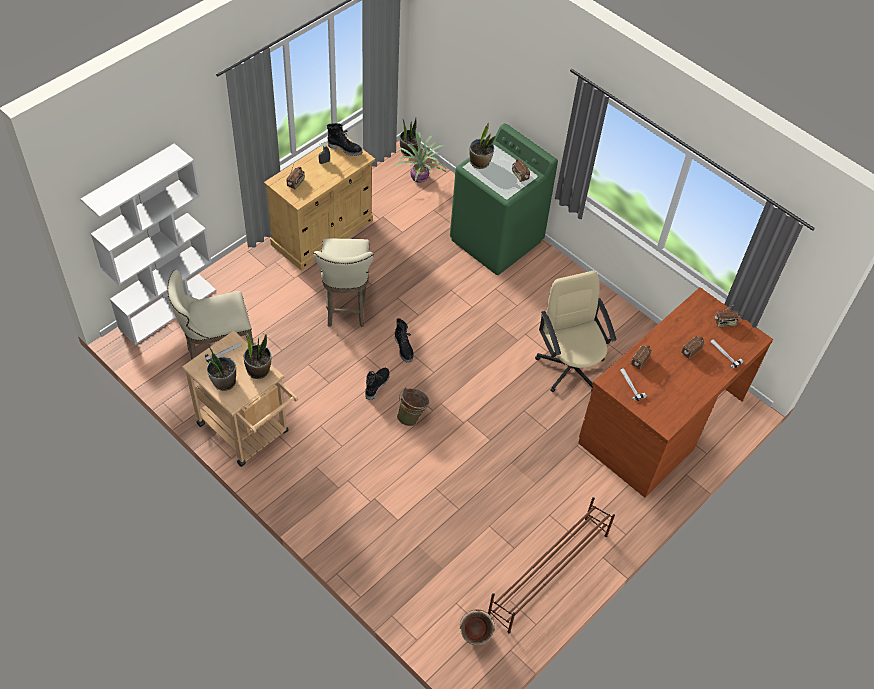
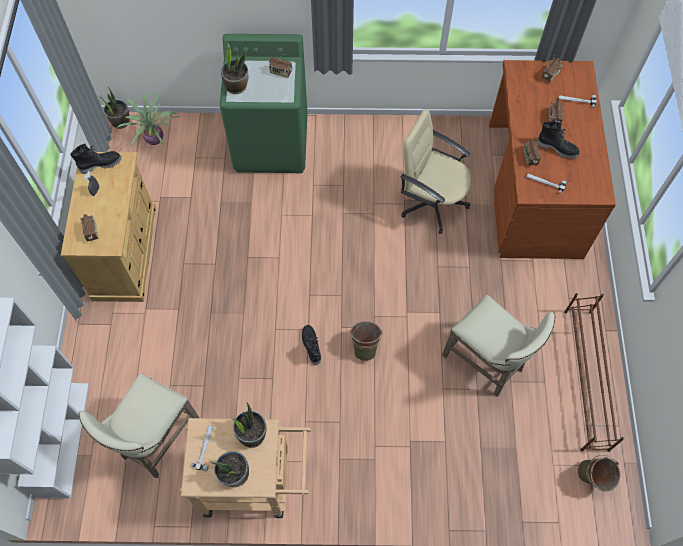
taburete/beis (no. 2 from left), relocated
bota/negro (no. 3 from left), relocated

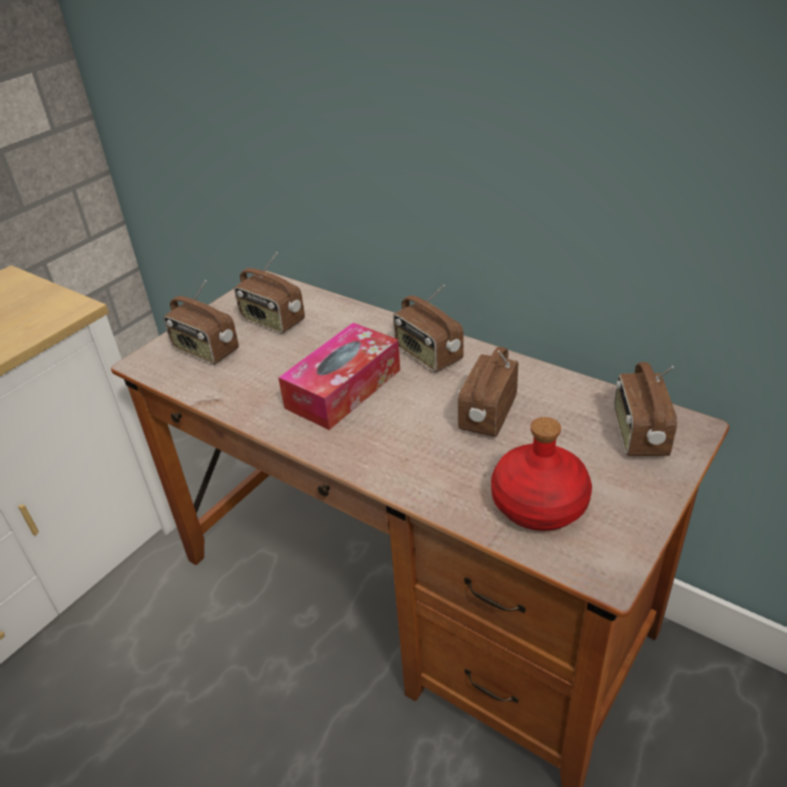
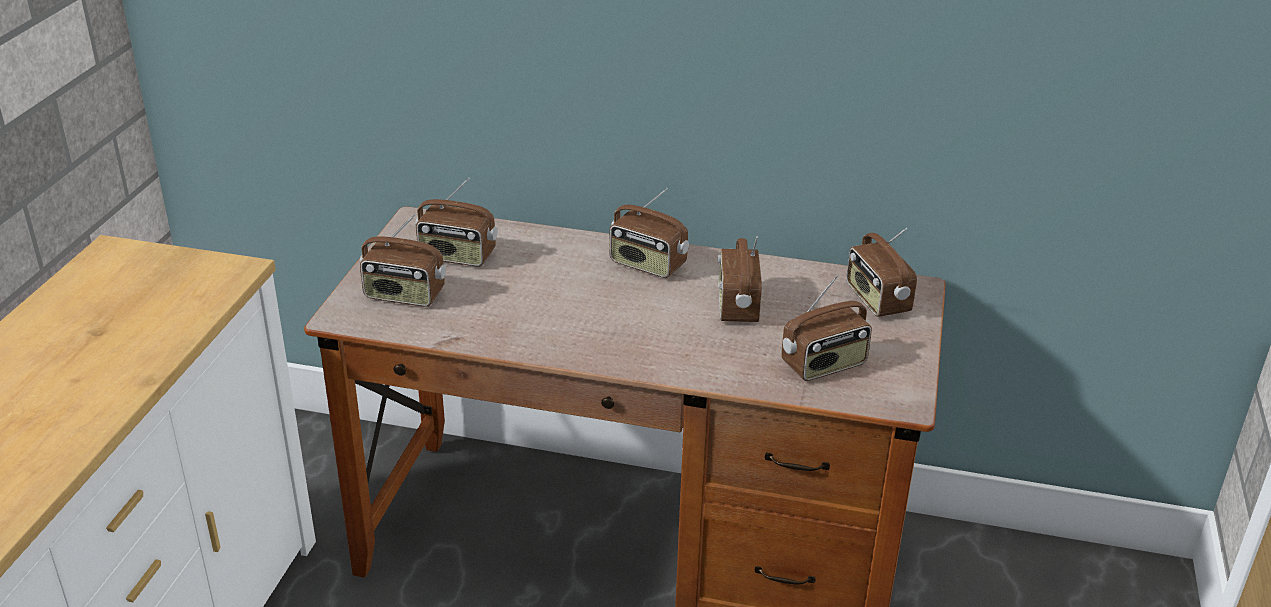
caja de pañuelos → -
botella/rojo → radio (no. 5 from left)

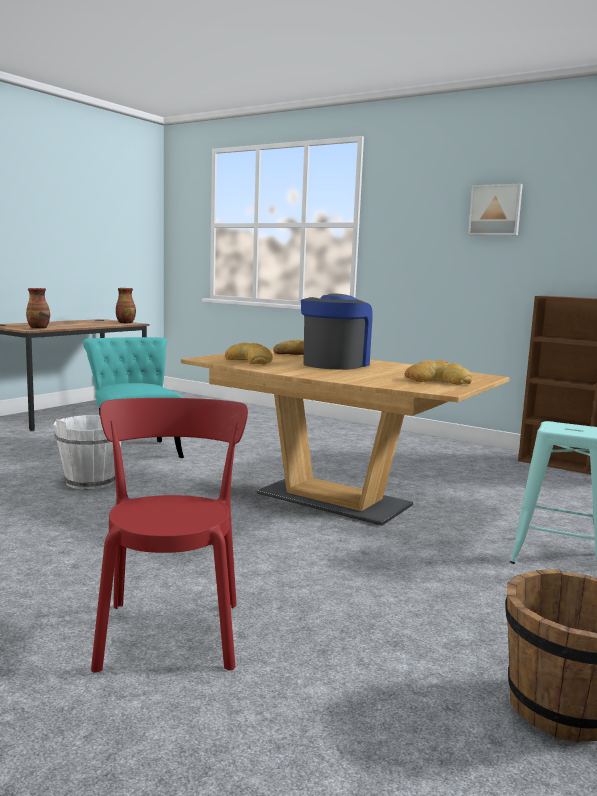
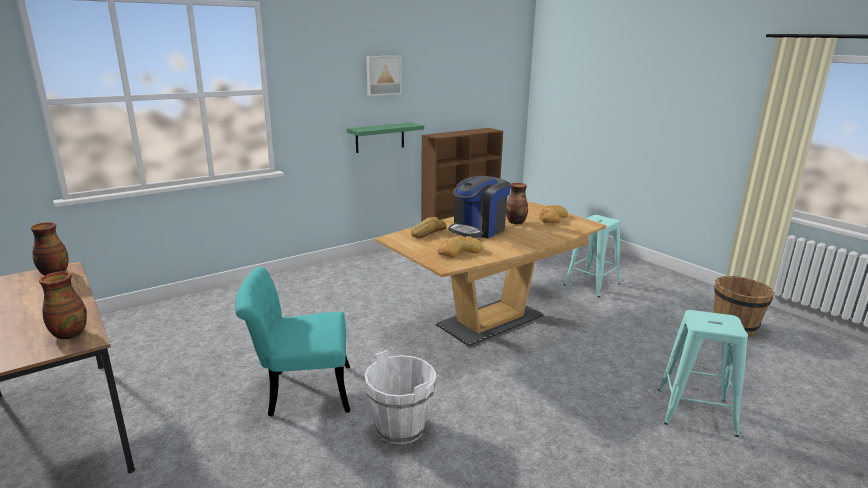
- → estante/verde
- → florero (no. 3 from left)
silla/rojo → taburete/turquesa (no. 2 from left)
cafetera, 90 degrees counterclockwise

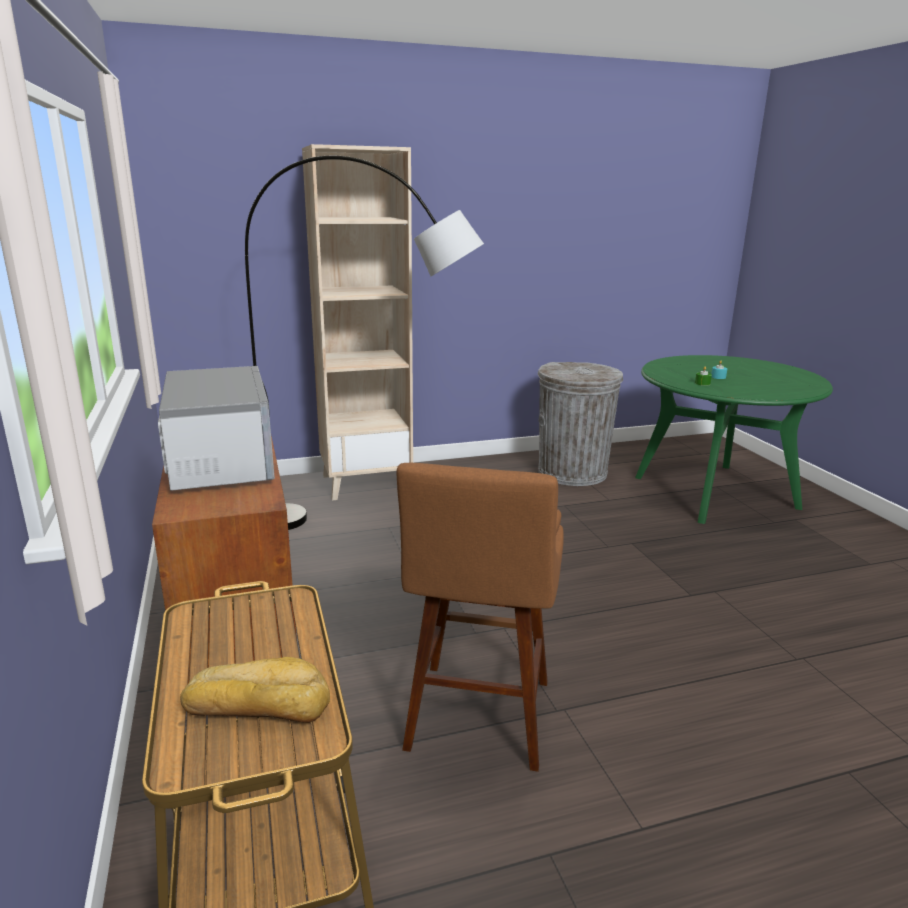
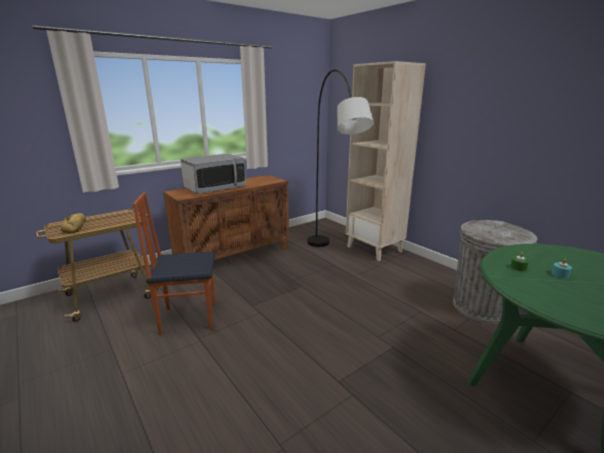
taburete/marrón → silla

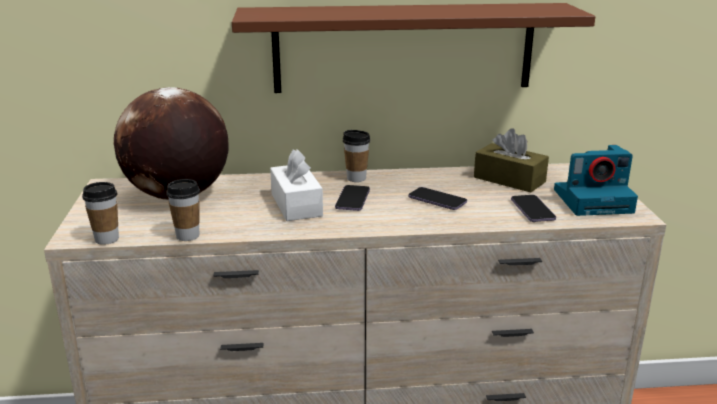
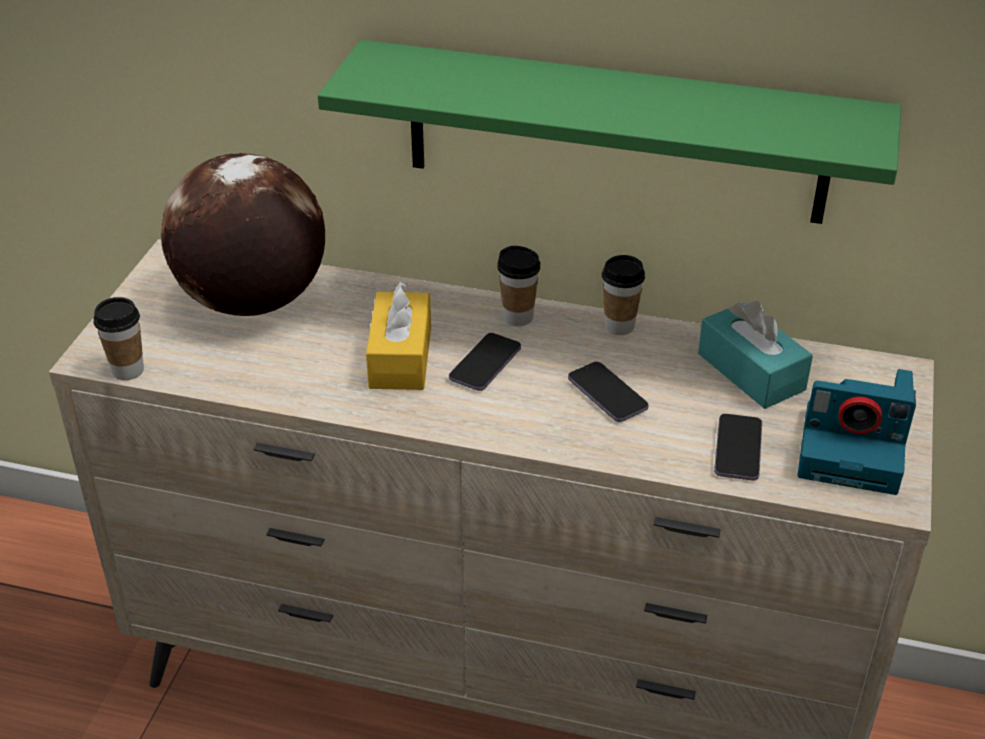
taza (no. 2 from left in the first image) → taza (no. 3 from left), relocated
estante/marrón → estante/verde
caja de pañuelos/blanco → caja de pañuelos/amarillo
caja de pañuelos/marrón → caja de pañuelos/turquesa

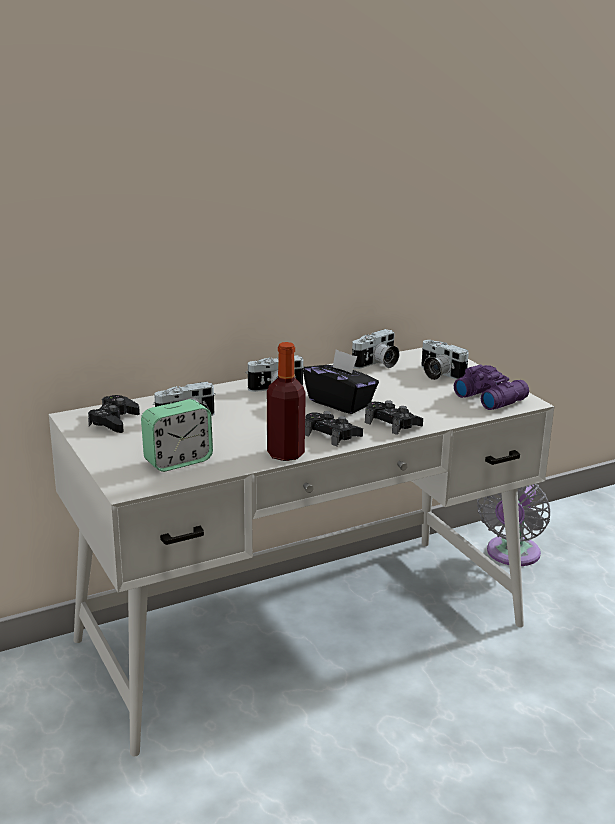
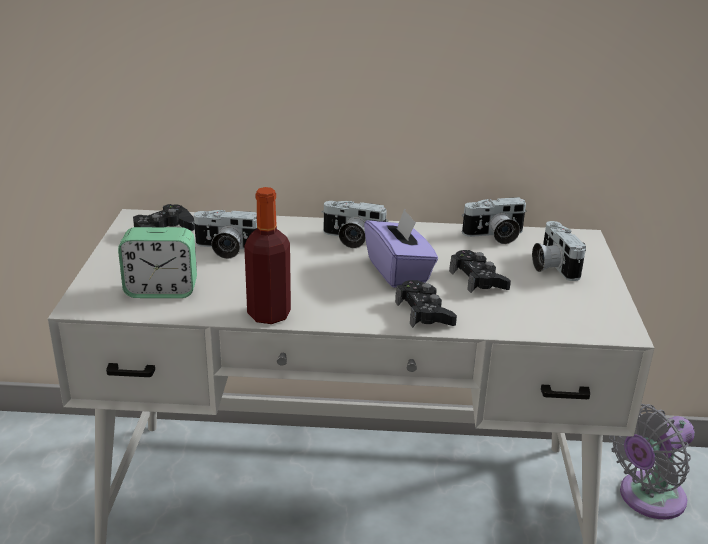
prismáticos/morado → -
mando de consola/negro (no. 2 from left in the first image) → mando de consola/negro (no. 3 from left), relocated
caja de pañuelos/negro → caja de pañuelos/morado

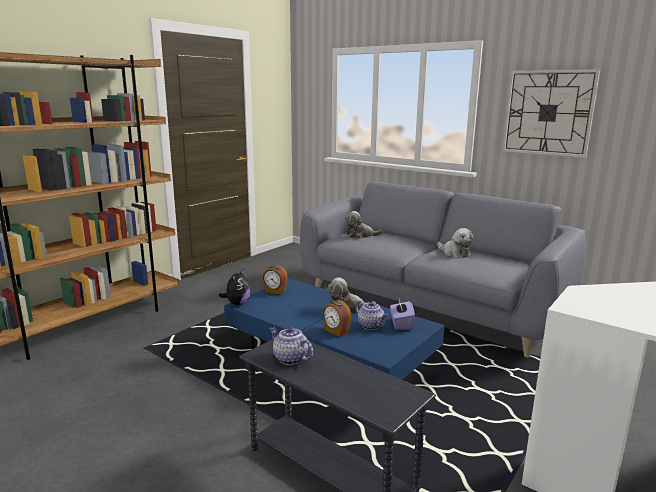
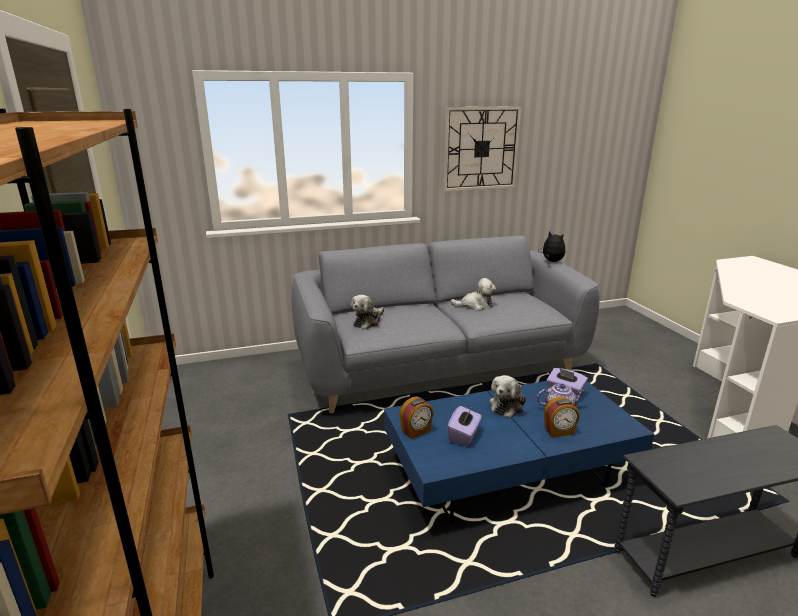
tetera (no. 1 from left) → -
- → caja de pañuelos/morado (no. 1 from left)
peluche (no. 1 from left in the first image) → peluche (no. 4 from left), relocated

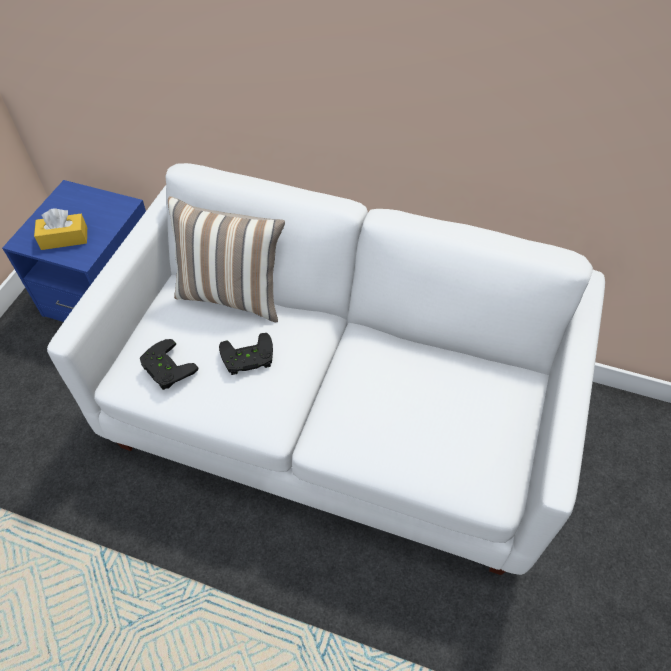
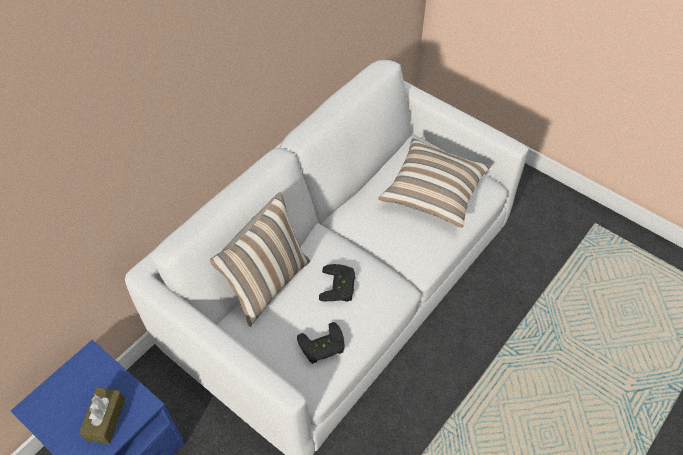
- → cojín (no. 2 from left)
caja de pañuelos/amarillo → caja de pañuelos/marrón

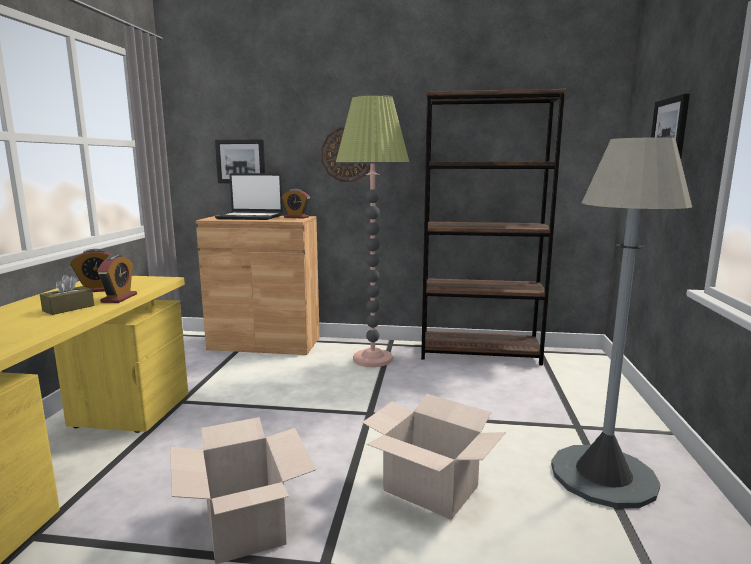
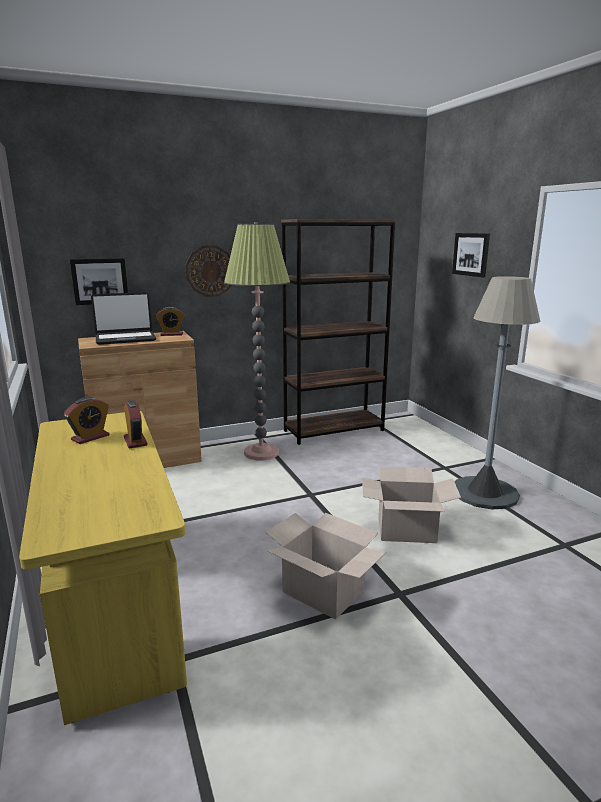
caja de pañuelos/marrón → -

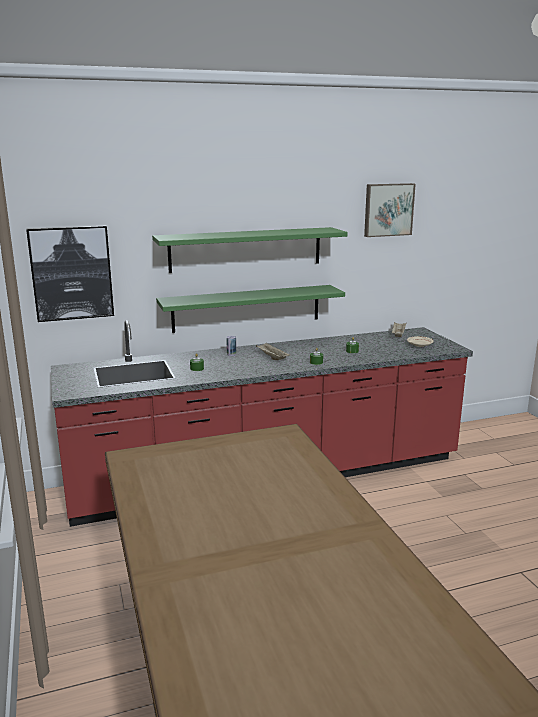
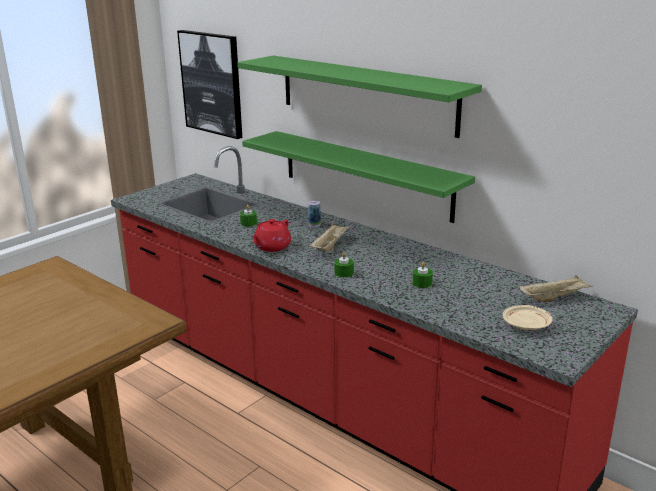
cuadro (no. 2 from left) → -
- → tetera/rojo

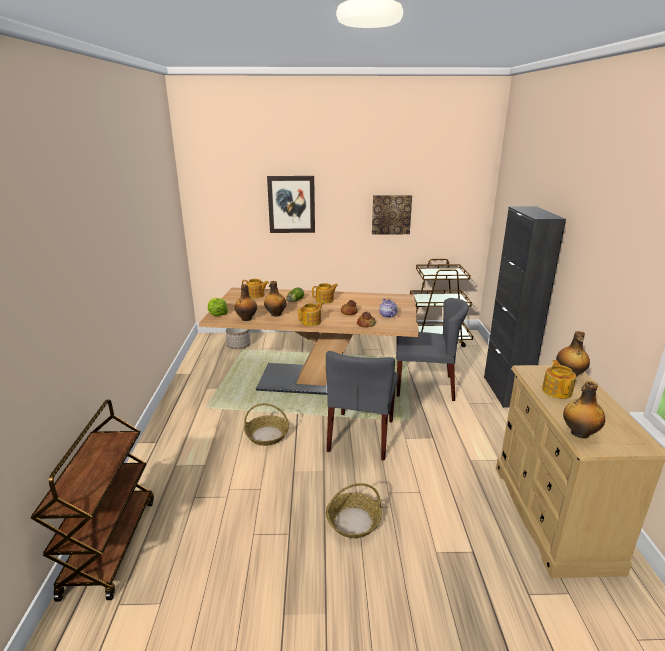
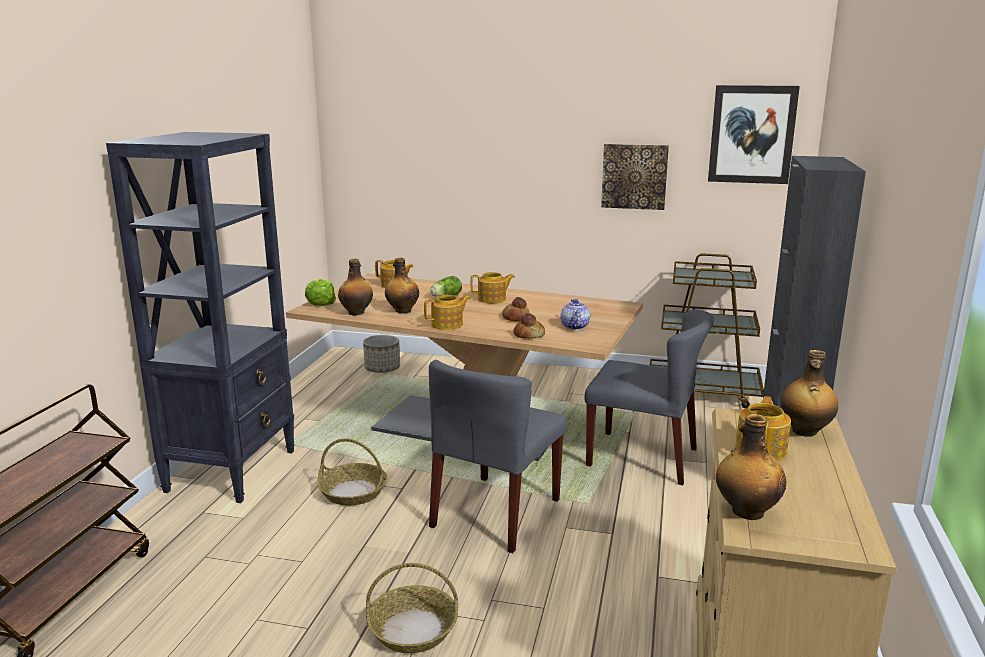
- → estantería/negro
cuadro (no. 1 from left in the first image) → cuadro (no. 2 from left), relocated

